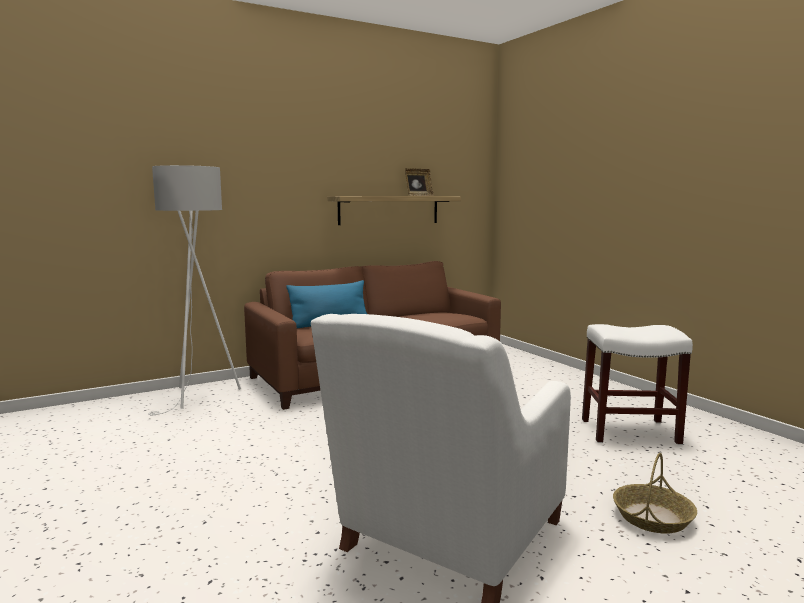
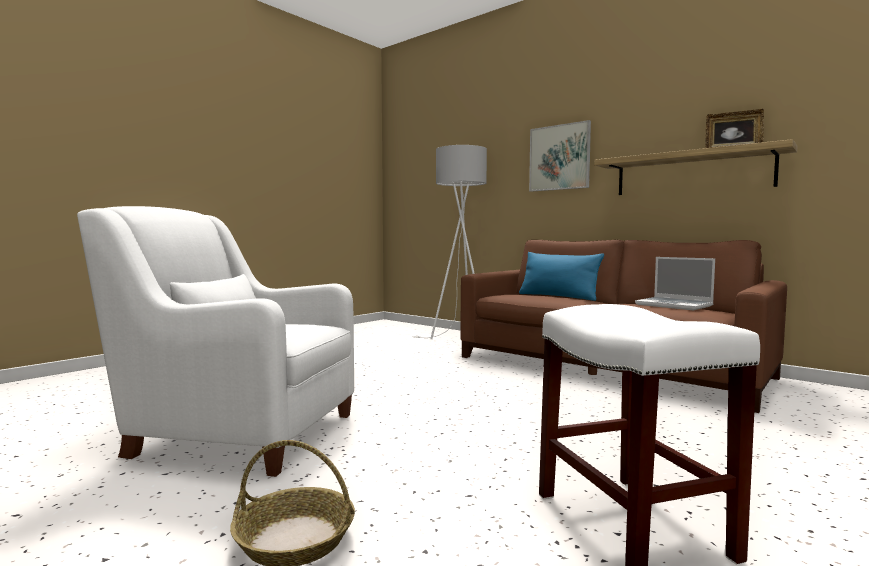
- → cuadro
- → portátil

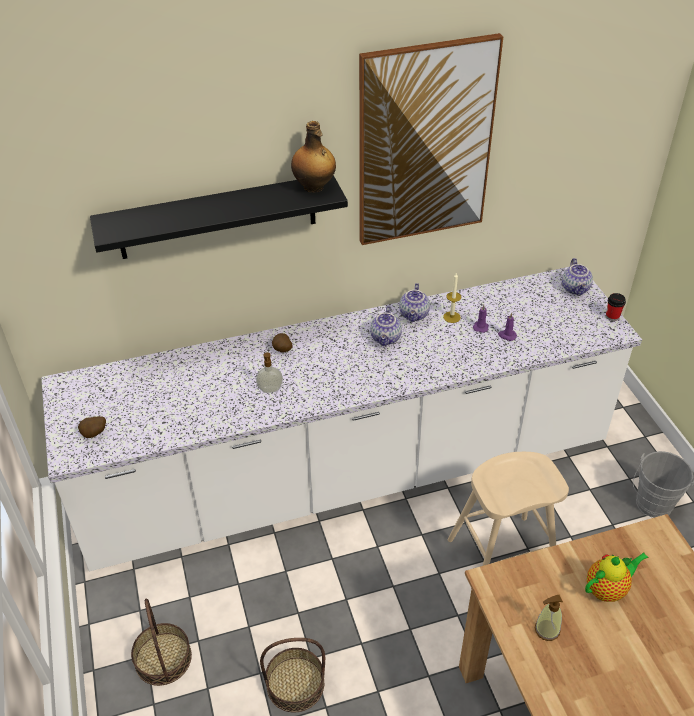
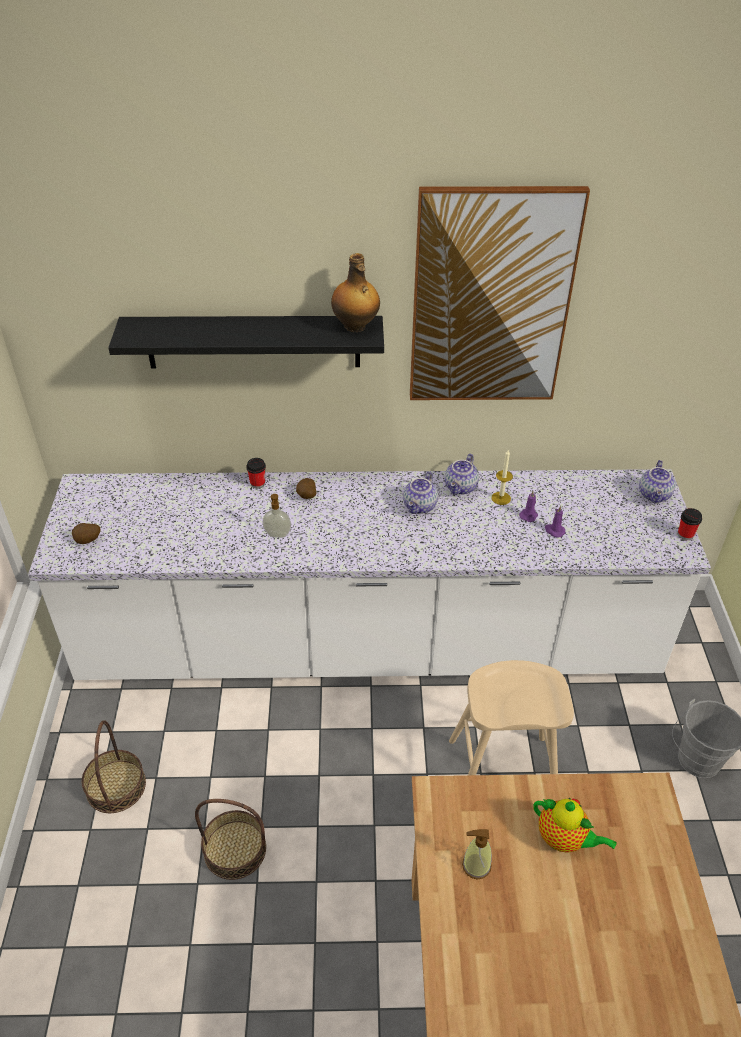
- → taza (no. 1 from left)
tetera (no. 4 from left in the first image) → tetera (no. 3 from left), 45 degrees clockwise

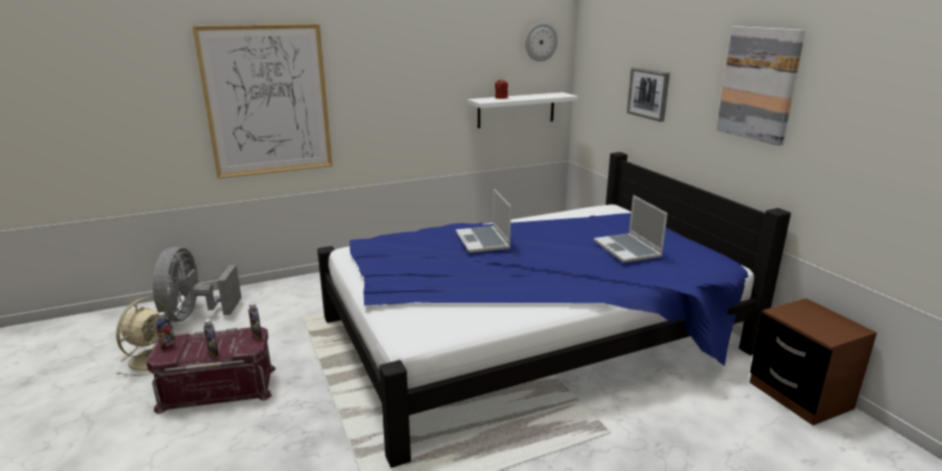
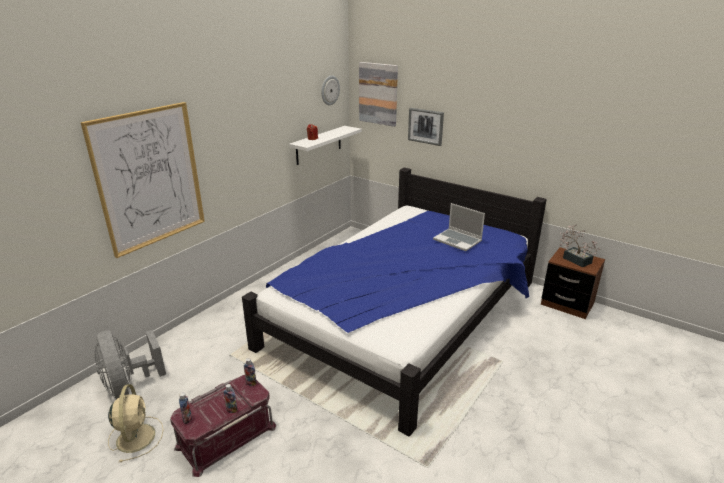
portátil (no. 1 from left) → -
- → planta en maceta
cuadro (no. 3 from left in the first image) → cuadro (no. 2 from left), relocated

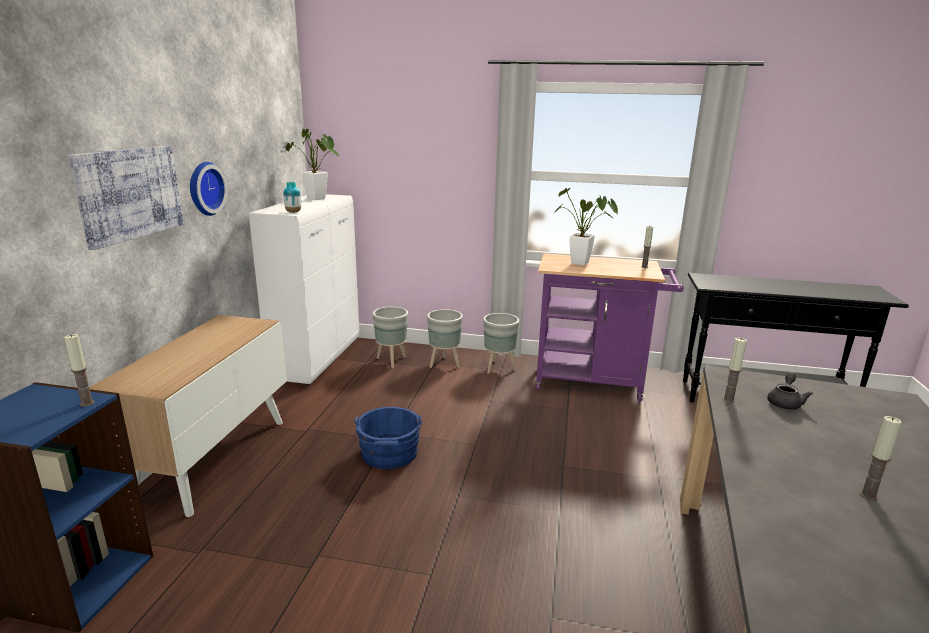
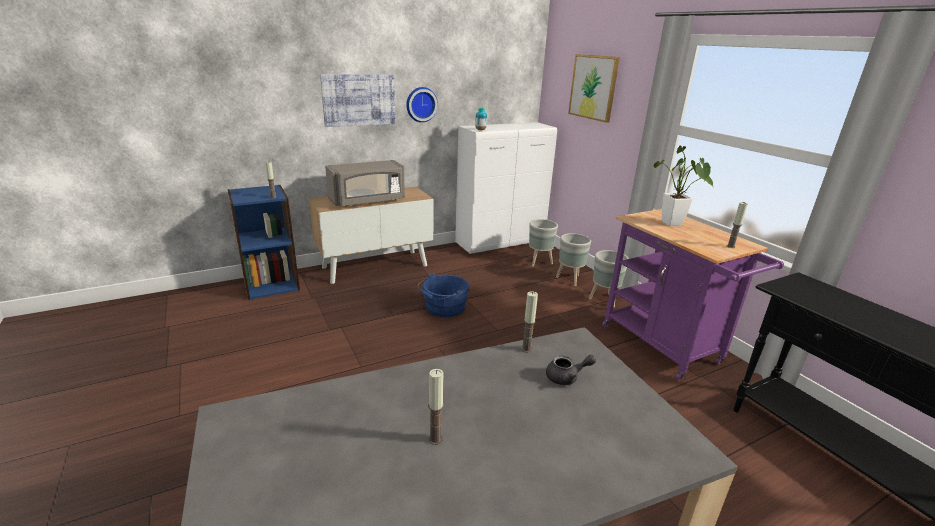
planta en maceta (no. 1 from left) → -
- → microondas/gris
- → cuadro (no. 2 from left)

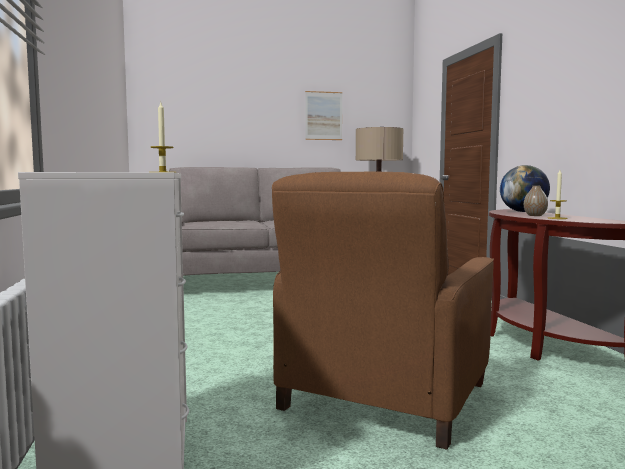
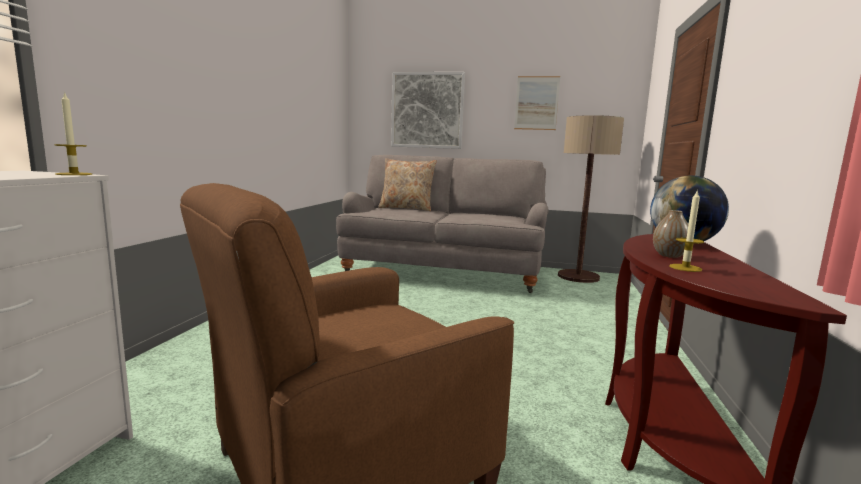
- → cojín/beis
- → cuadro (no. 1 from left)

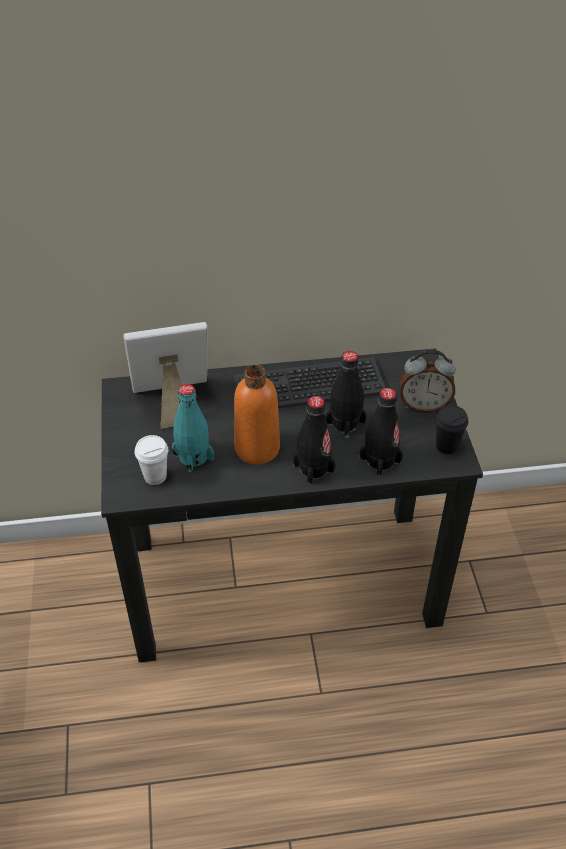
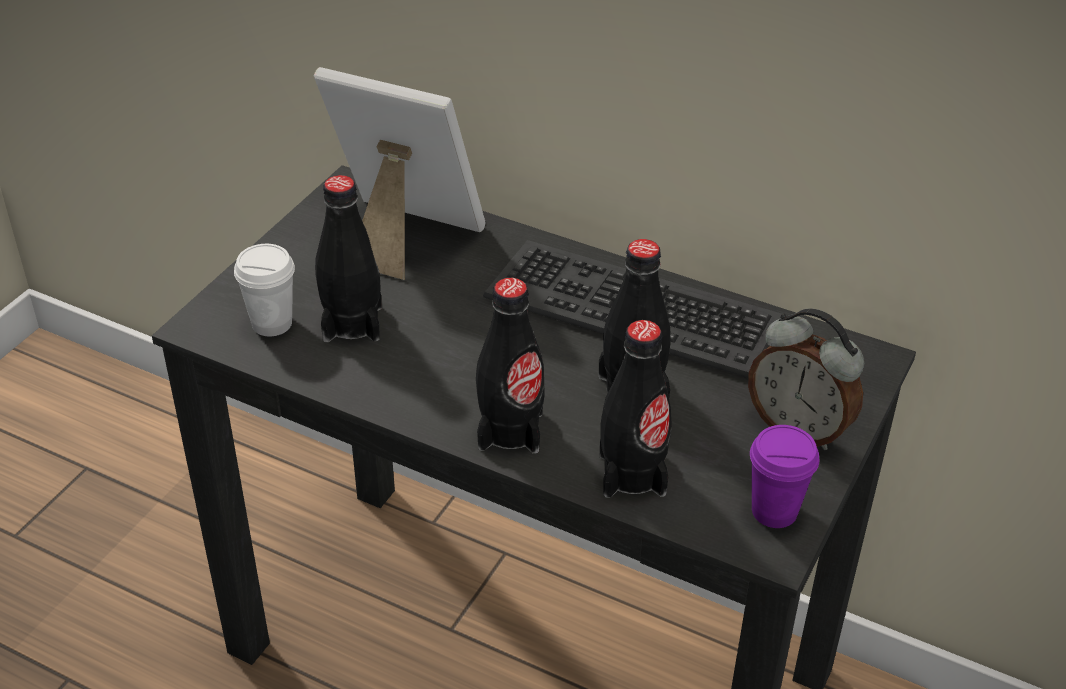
botella/naranja → -
botella/turquesa → botella/negro (no. 1 from left)
taza/negro → taza/morado

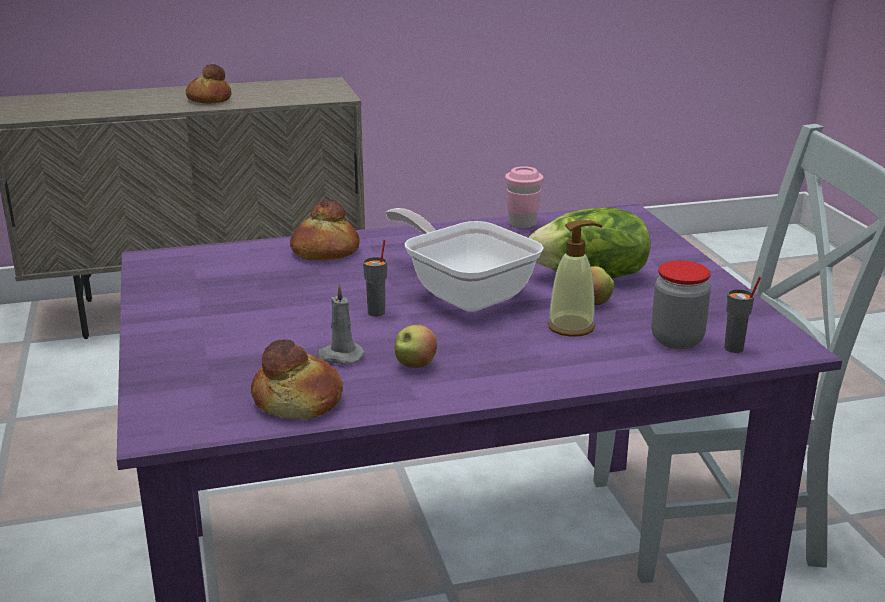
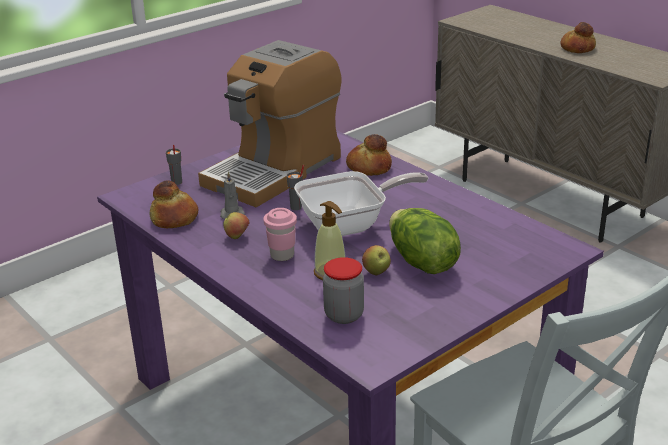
- → cafetera
taza/rosa, relocated
taza/gris (no. 2 from left in the first image) → taza/gris (no. 1 from left), relocated
sartén, 45 degrees clockwise

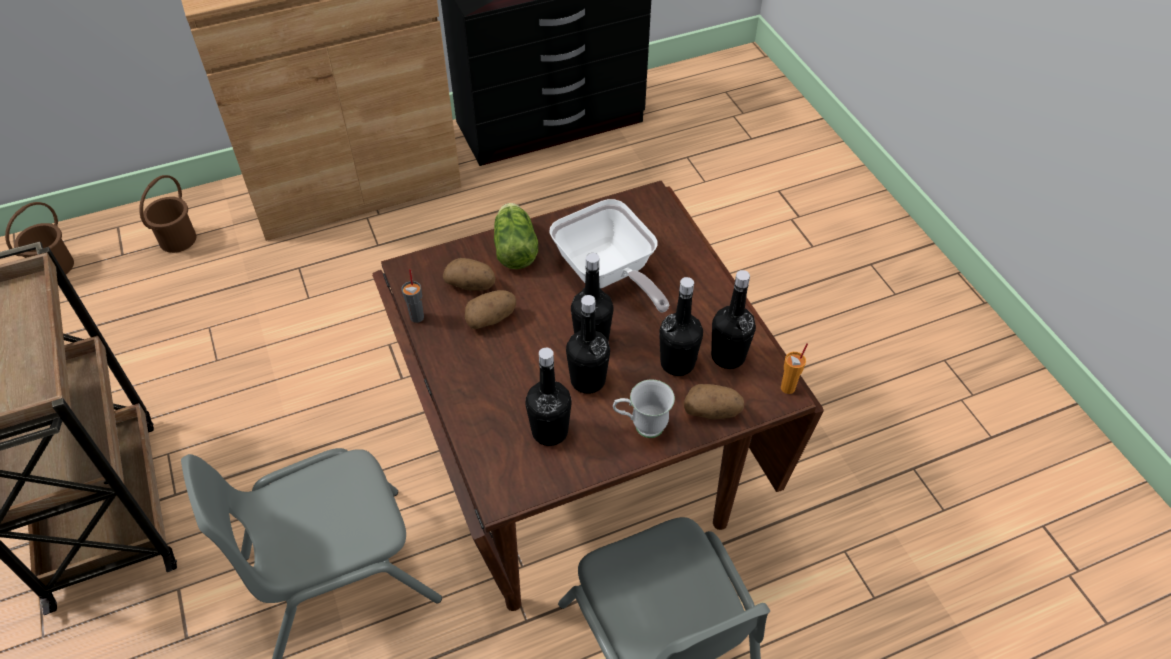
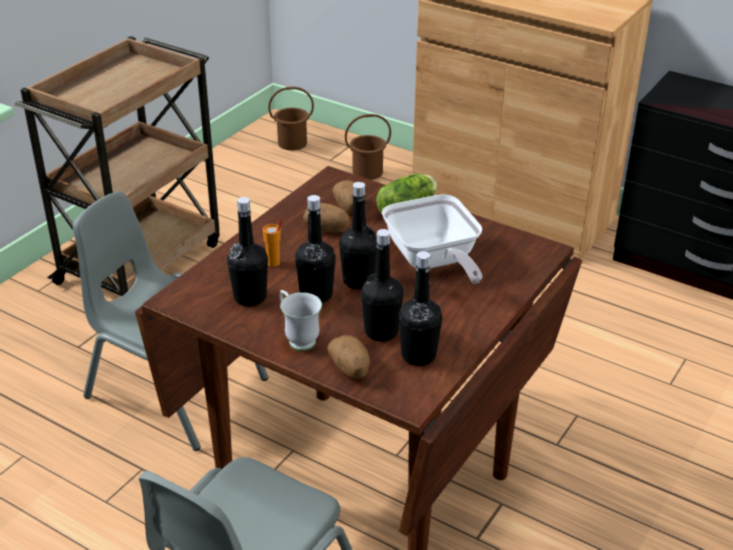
taza/gris → -
taza/naranja, relocated
sartén, 45 degrees counterclockwise

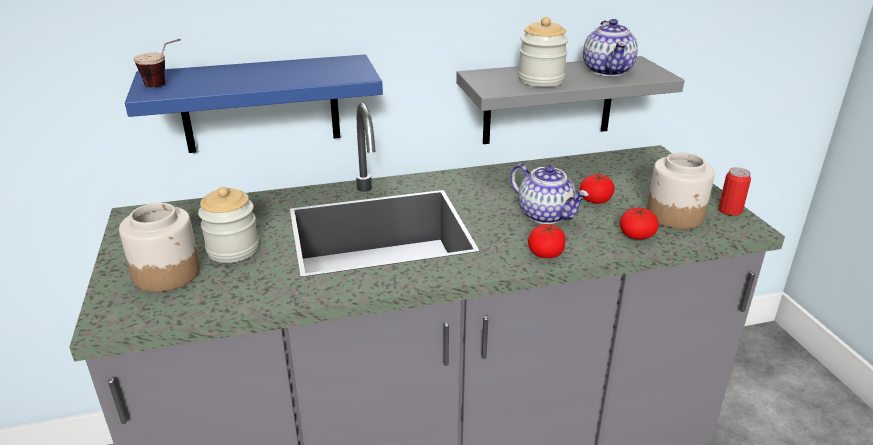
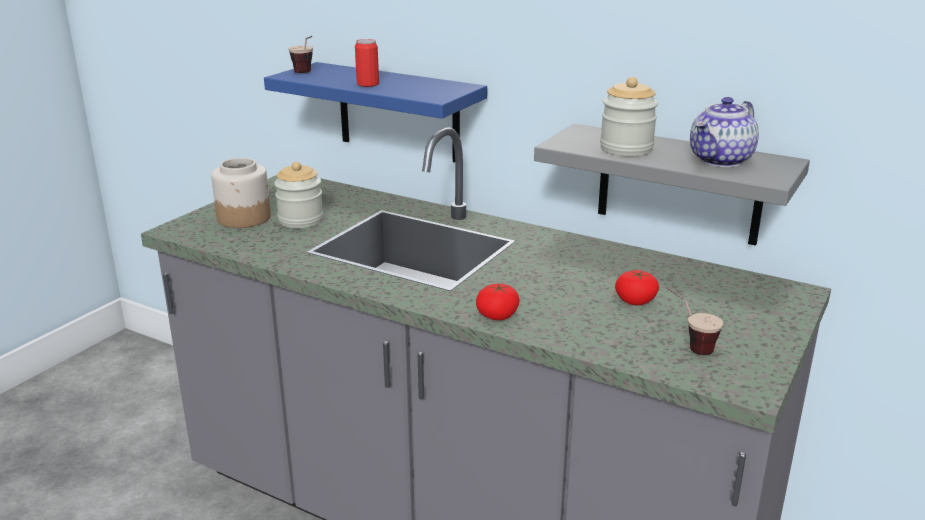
tetera (no. 1 from left) → -
tomate (no. 3 from left) → -
lata, relocated
tarro (no. 4 from left) → taza (no. 2 from left)

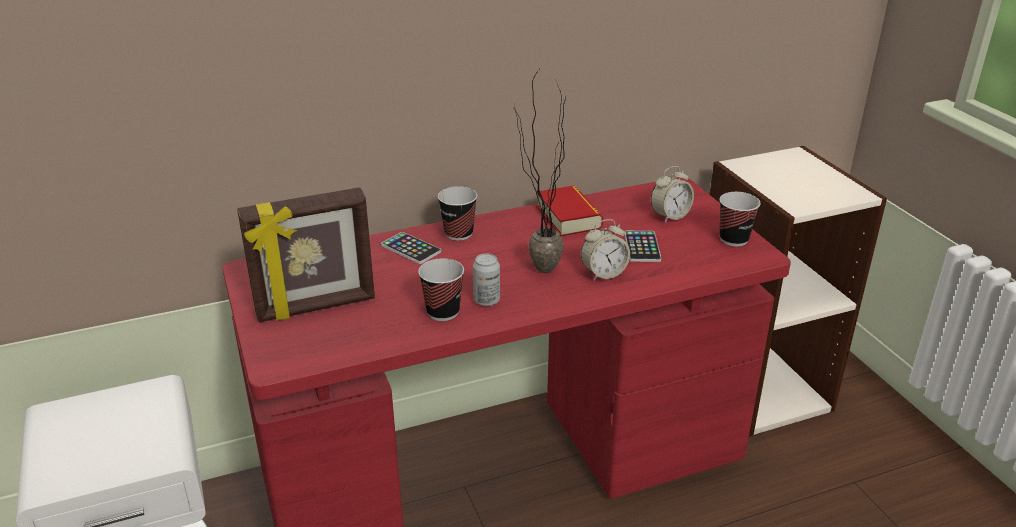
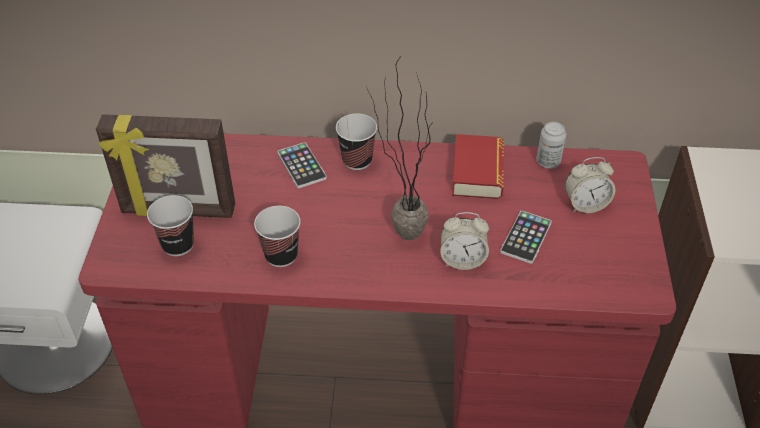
lata, relocated
taza (no. 3 from left in the first image) → taza (no. 1 from left), relocated

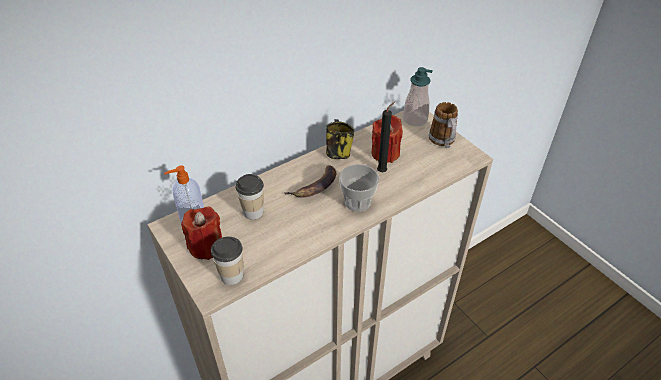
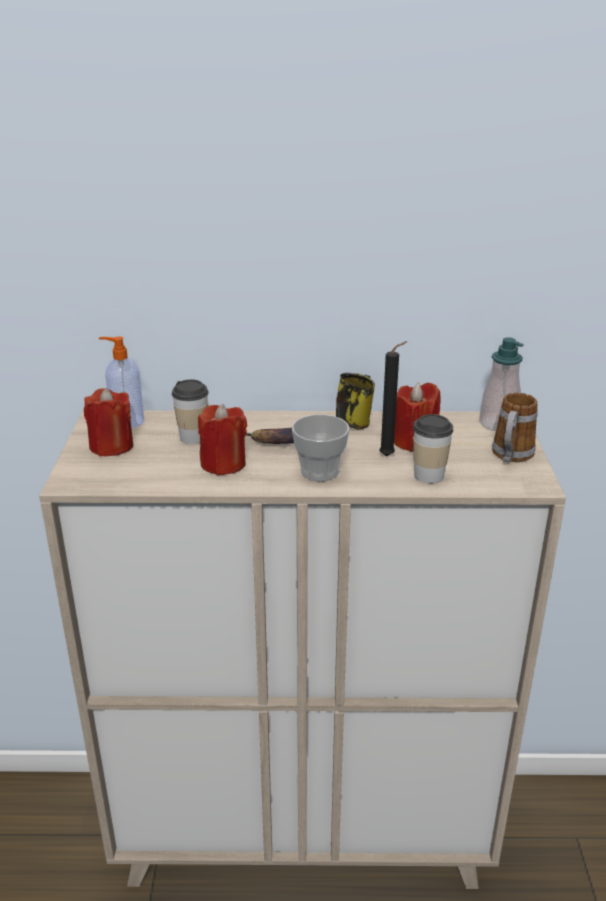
- → vela/rojo (no. 2 from left)
taza (no. 1 from left in the first image) → taza (no. 3 from left), relocated

